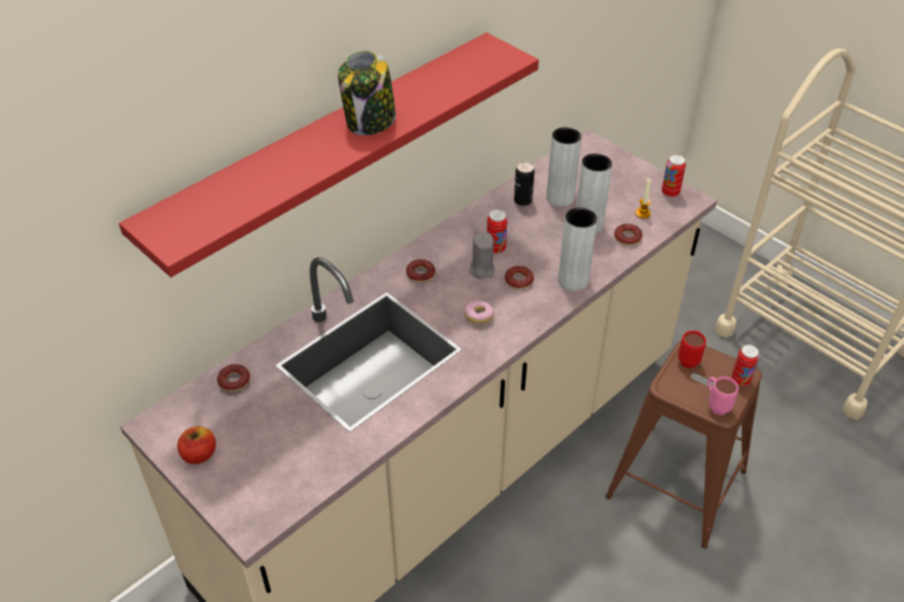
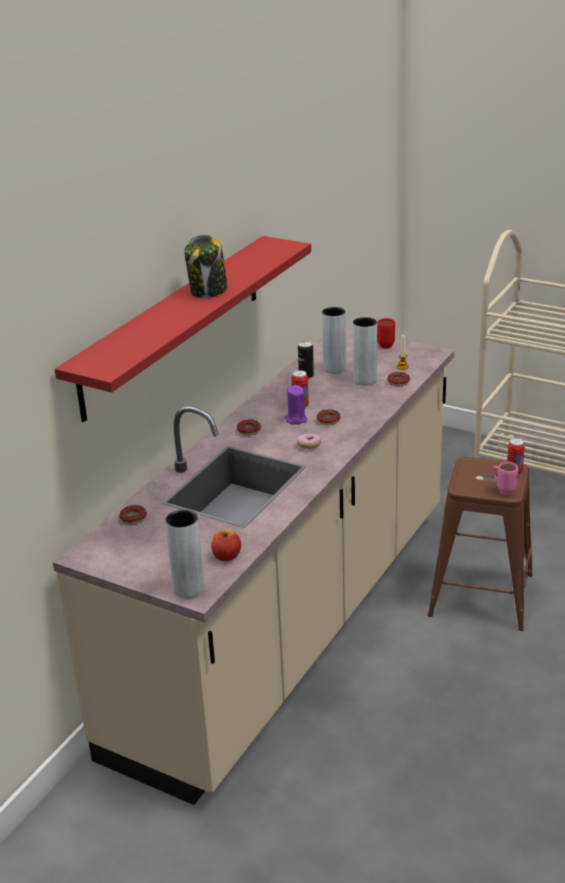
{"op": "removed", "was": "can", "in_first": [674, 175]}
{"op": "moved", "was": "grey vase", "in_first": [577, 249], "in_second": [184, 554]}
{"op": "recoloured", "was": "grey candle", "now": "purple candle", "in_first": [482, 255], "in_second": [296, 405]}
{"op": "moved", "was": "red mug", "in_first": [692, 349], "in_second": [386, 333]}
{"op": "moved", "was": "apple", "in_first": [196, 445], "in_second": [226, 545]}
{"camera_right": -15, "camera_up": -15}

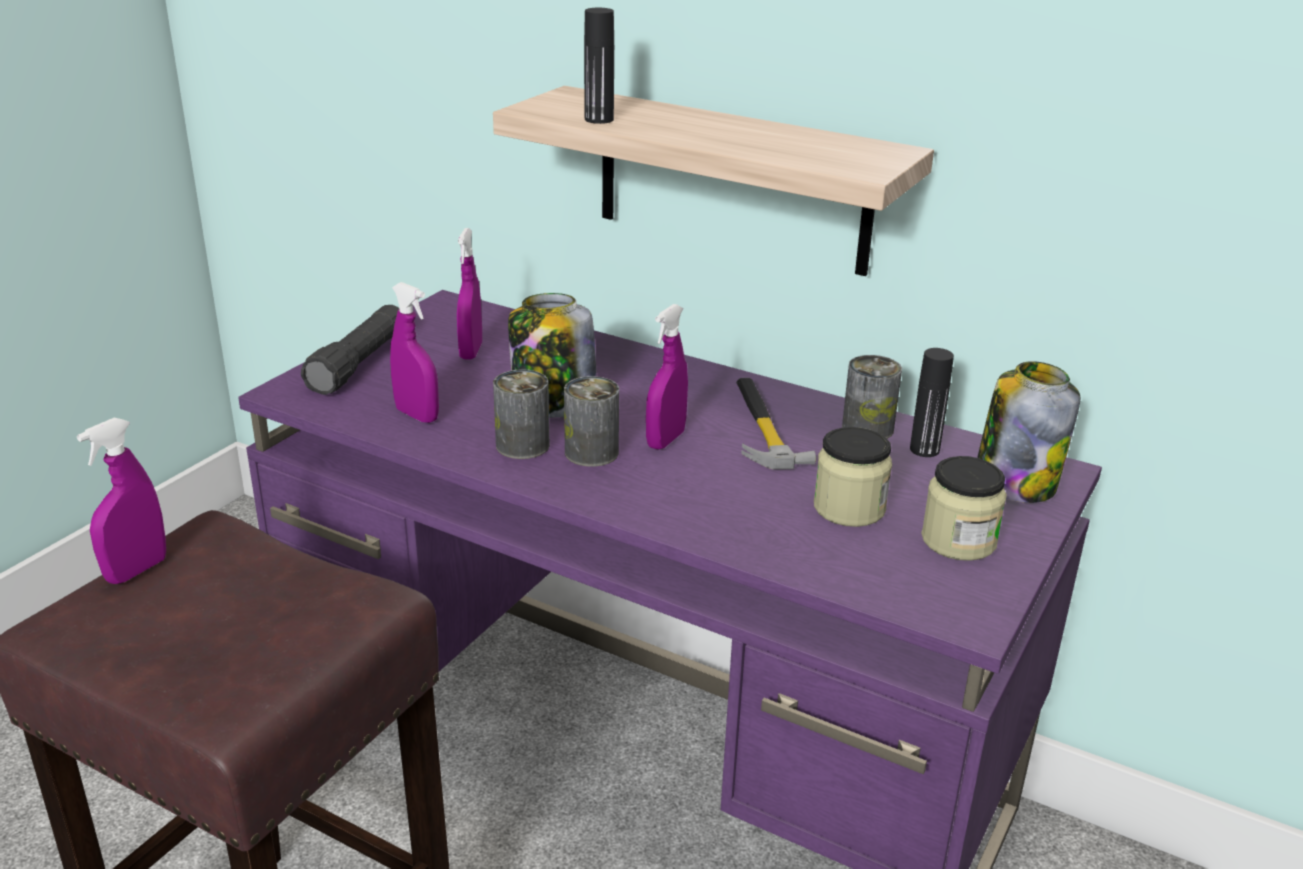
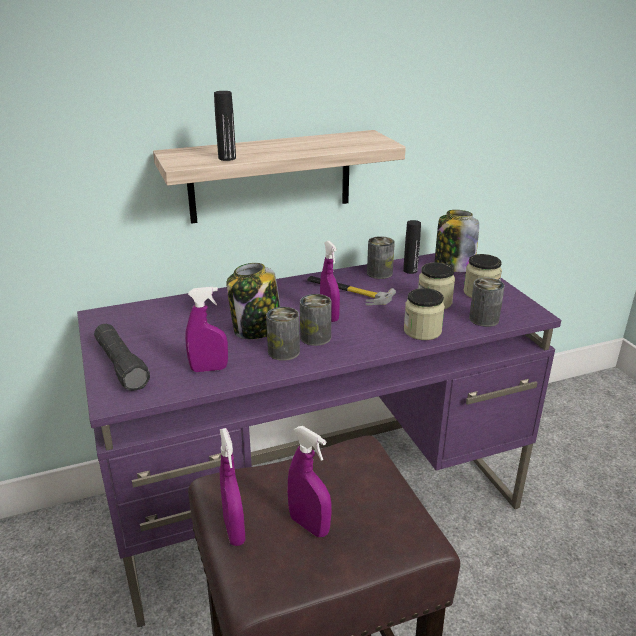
{"op": "moved", "was": "purple spray bottle", "in_first": [469, 294], "in_second": [309, 481]}
{"op": "added", "now": "can", "in_second": [487, 302]}
{"op": "added", "now": "jar", "in_second": [424, 314]}
{"camera_right": -50, "camera_up": 0}

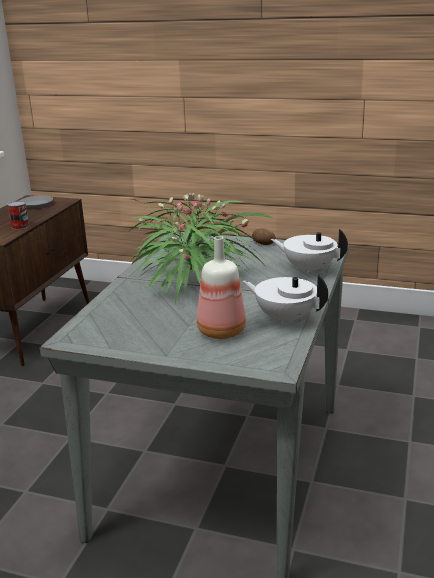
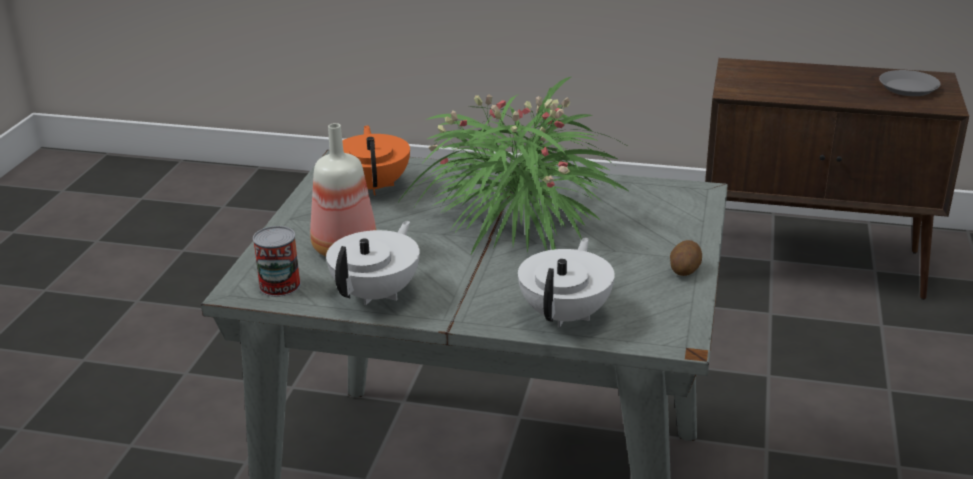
{"op": "moved", "was": "can", "in_first": [18, 215], "in_second": [277, 261]}
{"op": "added", "now": "orange teapot", "in_second": [376, 160]}
{"camera_right": 85, "camera_up": 5}

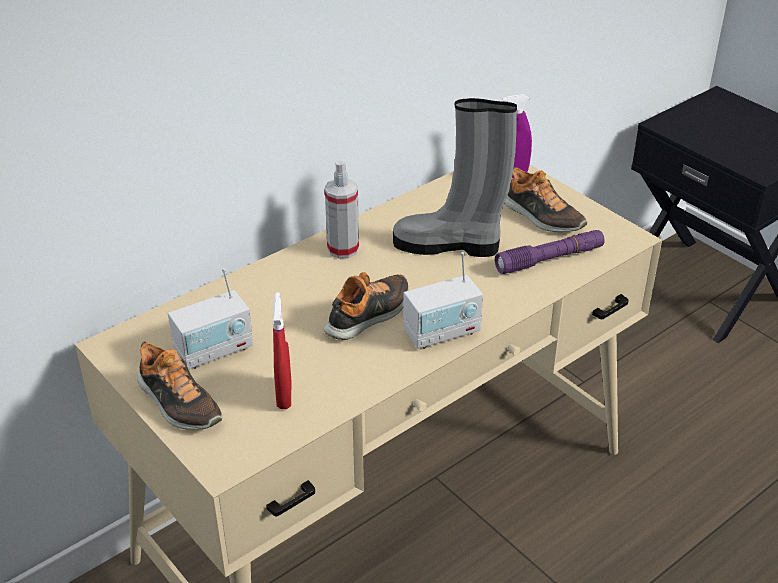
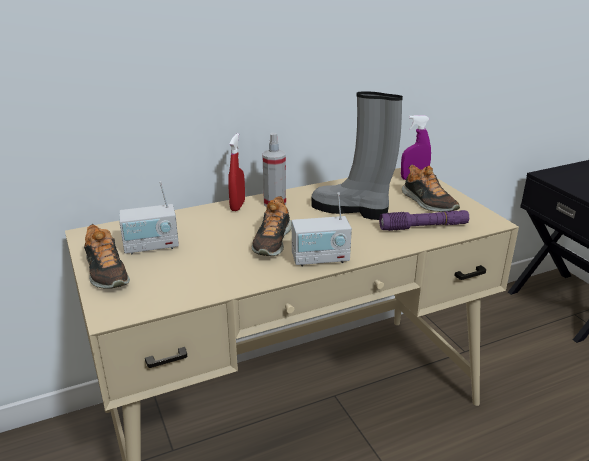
{"op": "turned", "was": "shoe", "in_first": [366, 306], "in_second": [272, 226], "clockwise": 135}
{"op": "moved", "was": "red spray bottle", "in_first": [282, 350], "in_second": [236, 172]}
{"camera_right": 15, "camera_up": -10}

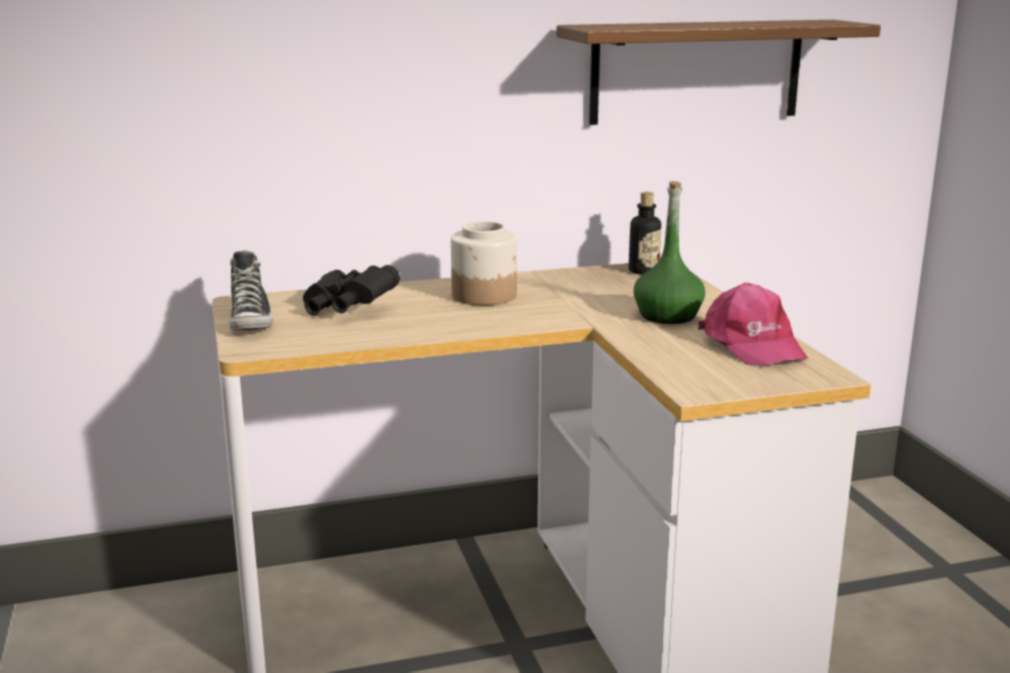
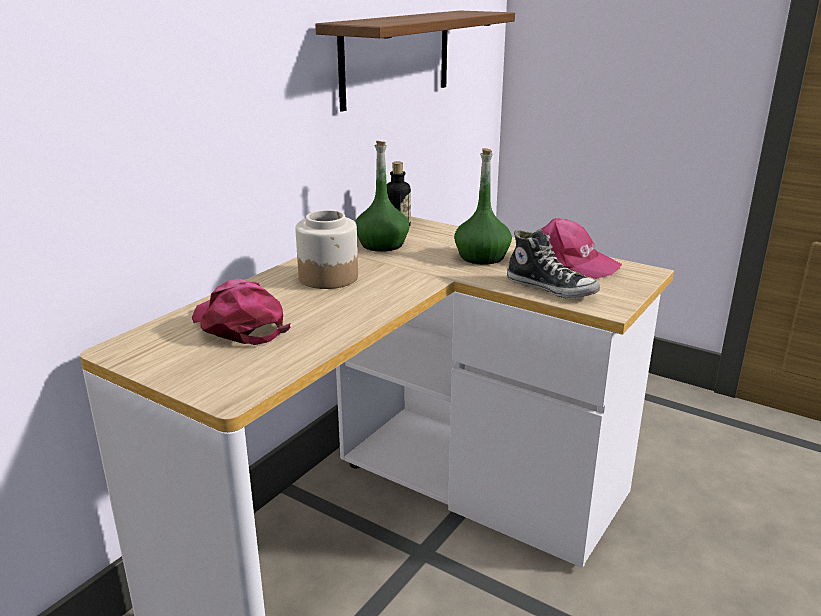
{"op": "moved", "was": "shoe", "in_first": [251, 291], "in_second": [553, 263]}
{"op": "replaced", "was": "black binoculars", "now": "pink cap", "in_first": [351, 290], "in_second": [241, 312]}
{"op": "added", "now": "green bottle", "in_second": [382, 196]}
{"camera_right": -40, "camera_up": 5}

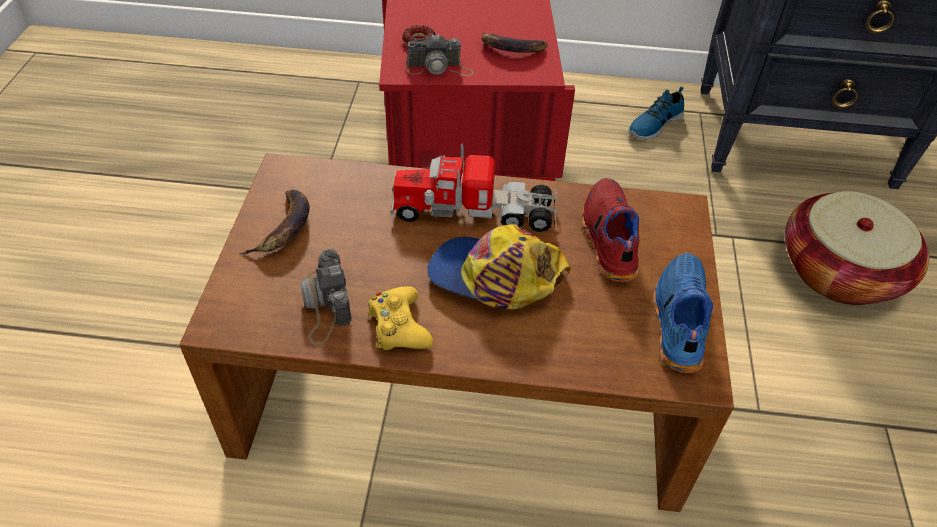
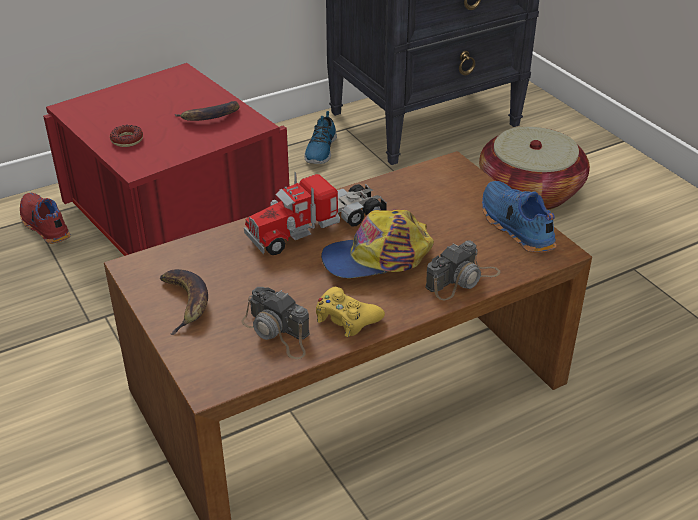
{"op": "moved", "was": "photo camera", "in_first": [440, 55], "in_second": [463, 270]}
{"op": "moved", "was": "red shoe", "in_first": [610, 230], "in_second": [45, 218]}
{"camera_right": -35, "camera_up": -10}

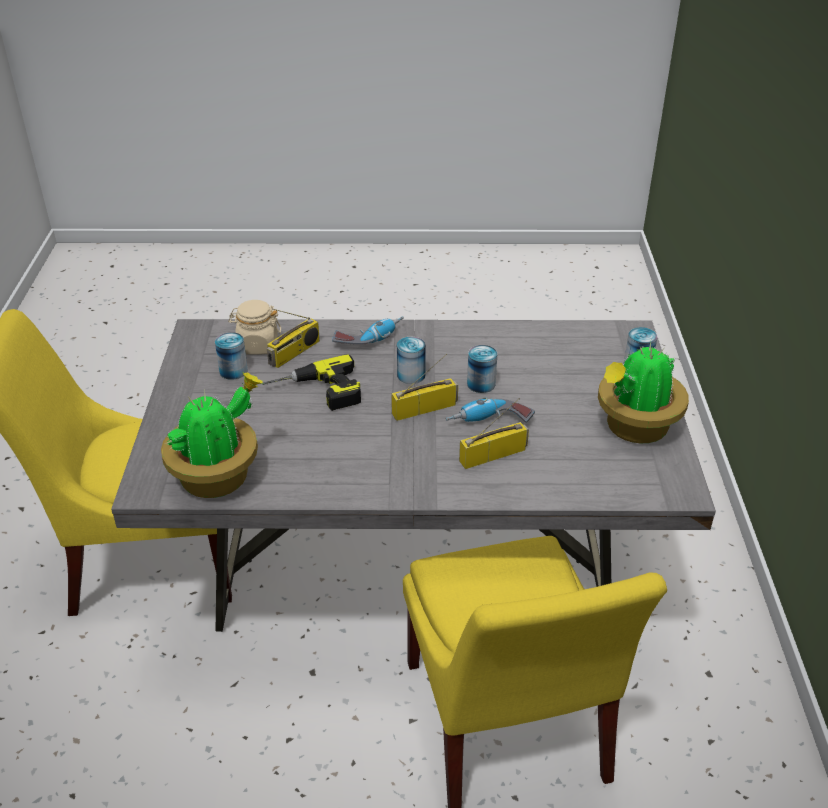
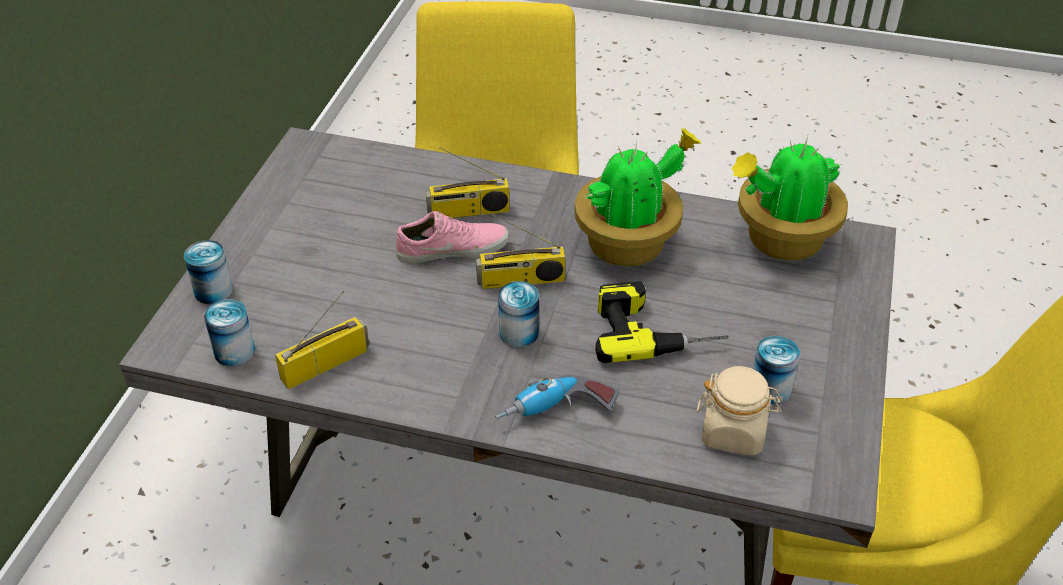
{"op": "moved", "was": "radio", "in_first": [293, 338], "in_second": [322, 340]}
{"op": "moved", "was": "potted plant", "in_first": [643, 392], "in_second": [638, 197]}
{"op": "moved", "was": "can", "in_first": [482, 369], "in_second": [229, 332]}
{"op": "replaced", "was": "power drill", "now": "pink shoe", "in_first": [490, 410], "in_second": [452, 237]}
{"camera_right": -165, "camera_up": 5}

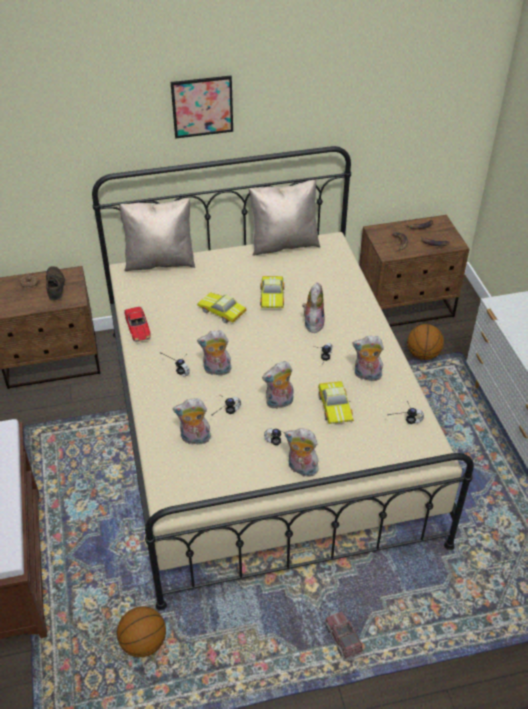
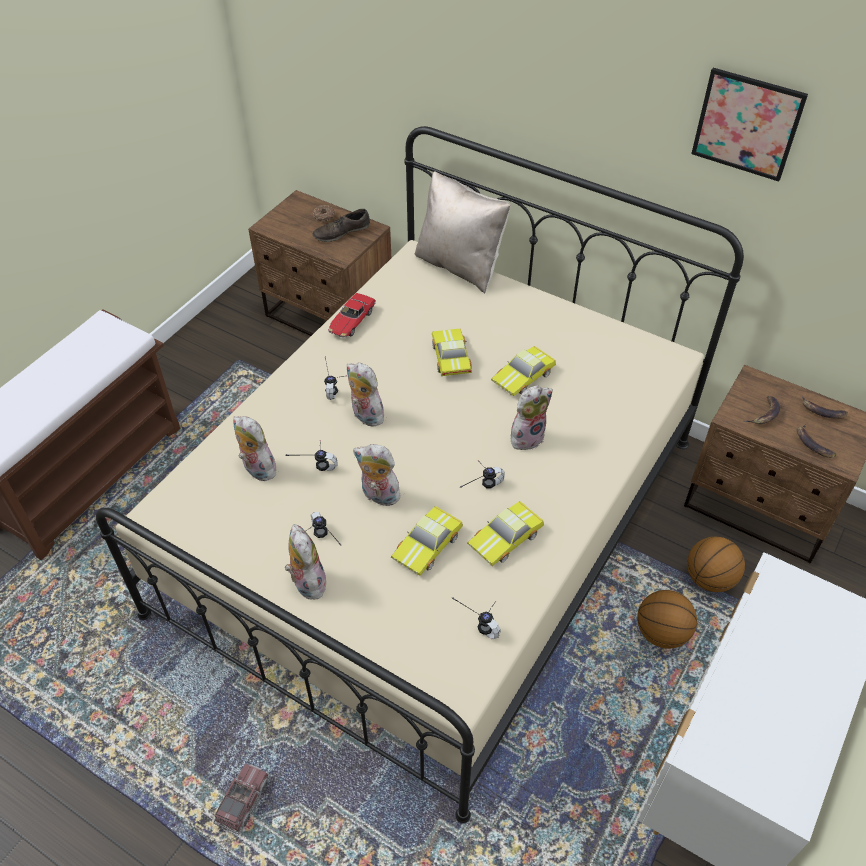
{"op": "moved", "was": "picture", "in_first": [202, 107], "in_second": [749, 125]}
{"op": "removed", "was": "beige pillow", "in_first": [284, 218]}
{"op": "turned", "was": "brown shoe", "in_first": [55, 283], "in_second": [341, 225], "clockwise": -150}
{"op": "replaced", "was": "plush toy", "now": "toy car", "in_first": [368, 358], "in_second": [505, 533]}
{"op": "moved", "was": "basketball", "in_first": [141, 631], "in_second": [667, 619]}
{"camera_right": 45, "camera_up": 5}

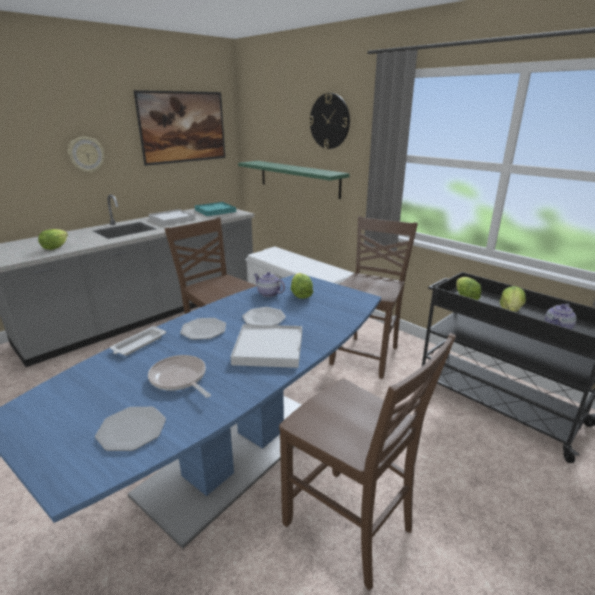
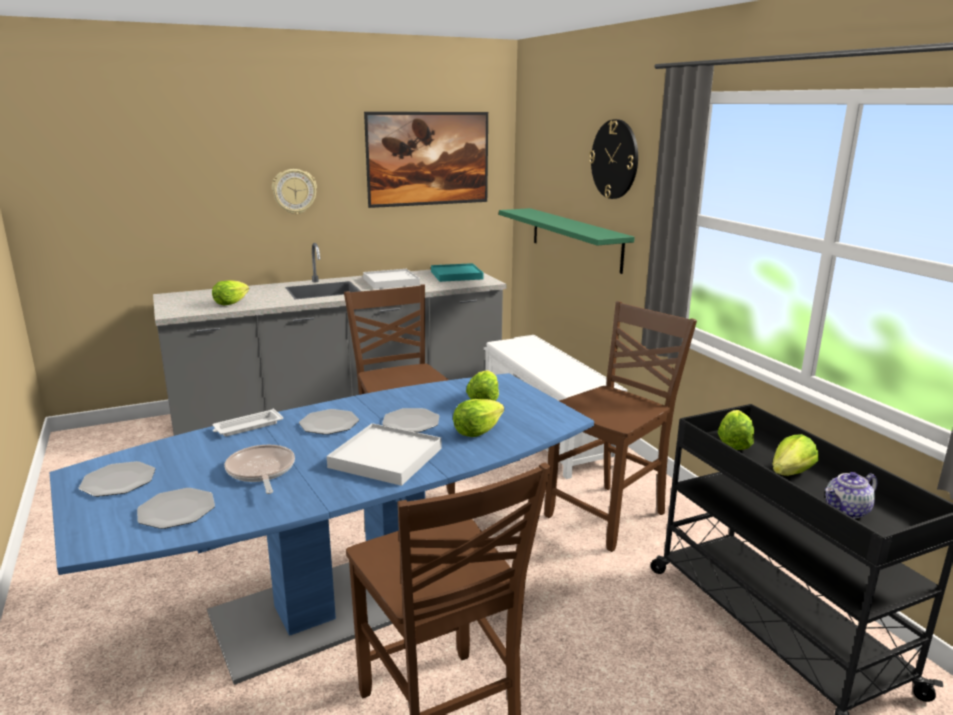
{"op": "removed", "was": "teapot", "in_first": [269, 284]}
{"op": "added", "now": "lettuce", "in_second": [478, 418]}
{"op": "added", "now": "plate", "in_second": [117, 479]}
{"camera_right": 20, "camera_up": -5}

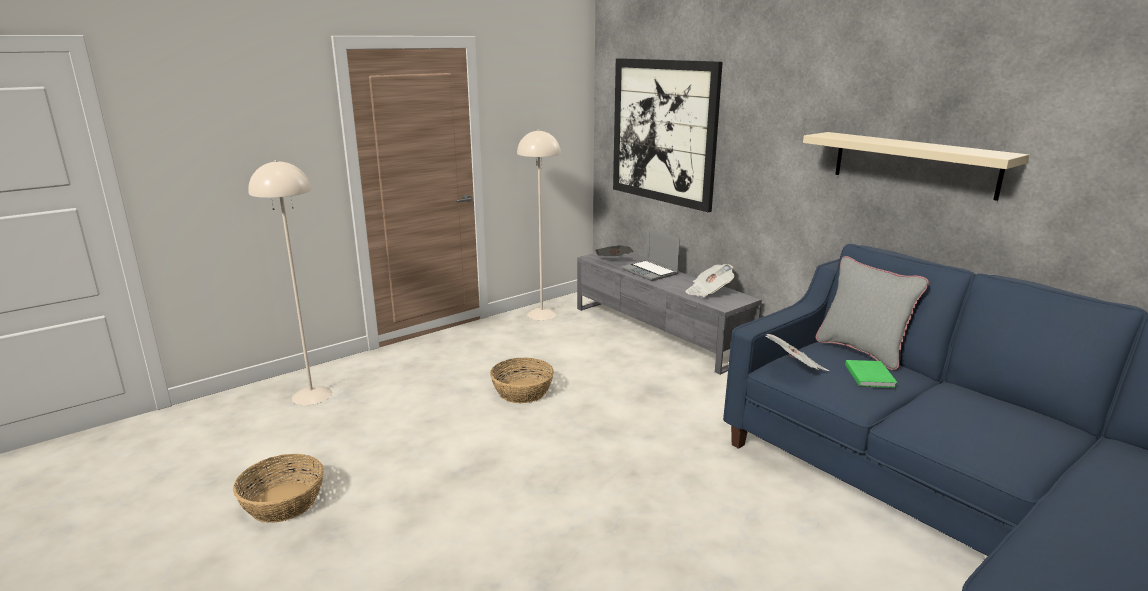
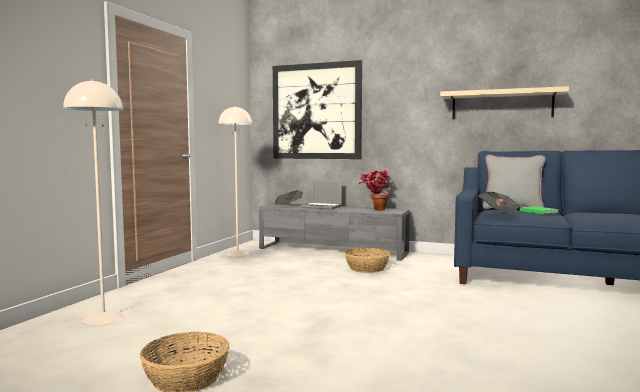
{"op": "replaced", "was": "newspaper", "now": "potted plant", "in_first": [710, 280], "in_second": [374, 190]}
{"op": "moved", "was": "basket", "in_first": [522, 380], "in_second": [367, 260]}
{"camera_right": -30, "camera_up": -15}

